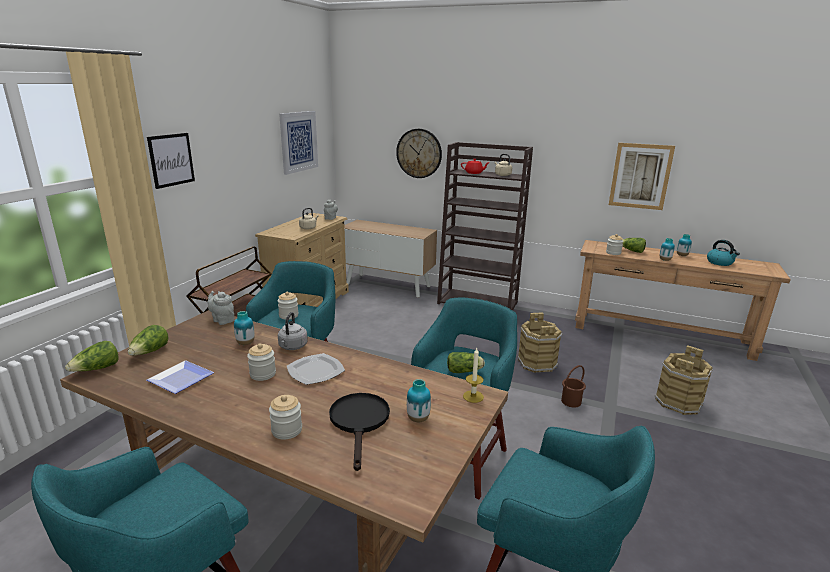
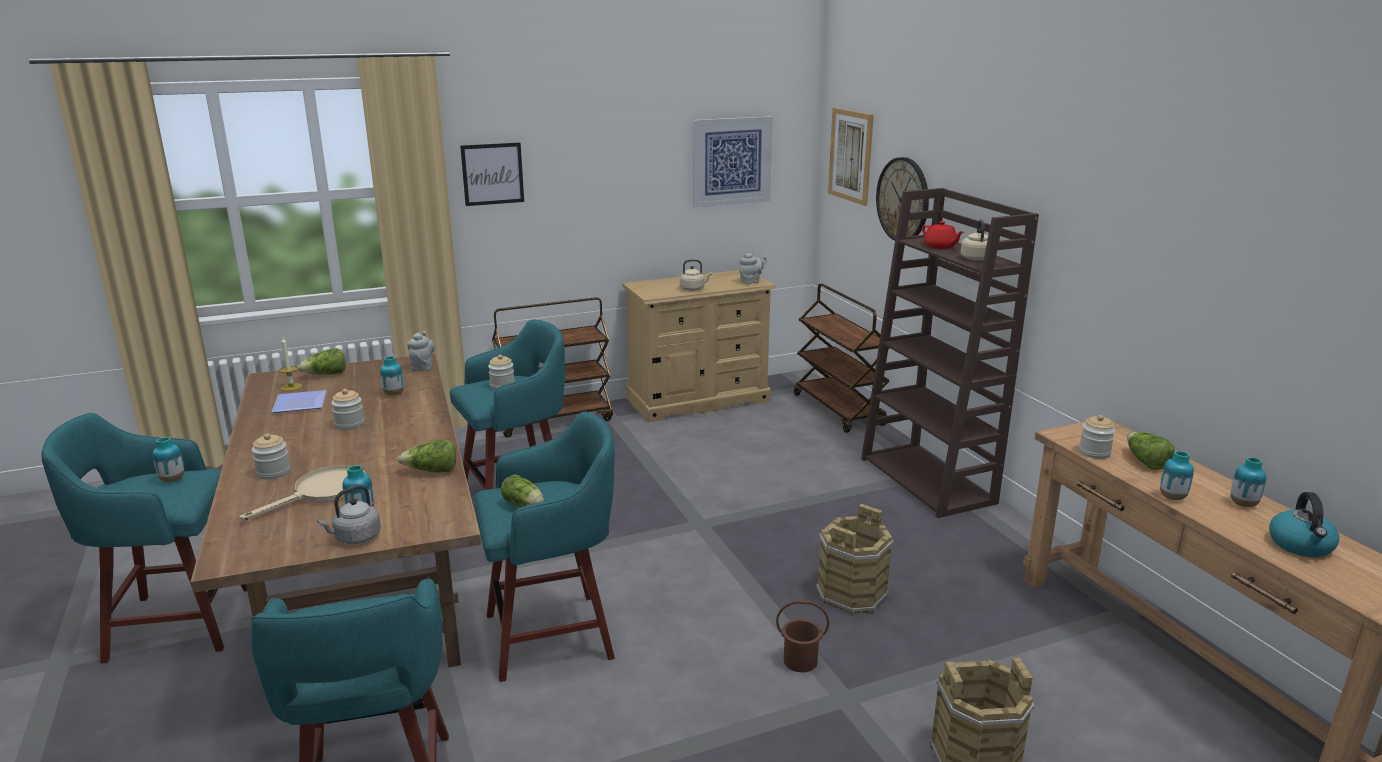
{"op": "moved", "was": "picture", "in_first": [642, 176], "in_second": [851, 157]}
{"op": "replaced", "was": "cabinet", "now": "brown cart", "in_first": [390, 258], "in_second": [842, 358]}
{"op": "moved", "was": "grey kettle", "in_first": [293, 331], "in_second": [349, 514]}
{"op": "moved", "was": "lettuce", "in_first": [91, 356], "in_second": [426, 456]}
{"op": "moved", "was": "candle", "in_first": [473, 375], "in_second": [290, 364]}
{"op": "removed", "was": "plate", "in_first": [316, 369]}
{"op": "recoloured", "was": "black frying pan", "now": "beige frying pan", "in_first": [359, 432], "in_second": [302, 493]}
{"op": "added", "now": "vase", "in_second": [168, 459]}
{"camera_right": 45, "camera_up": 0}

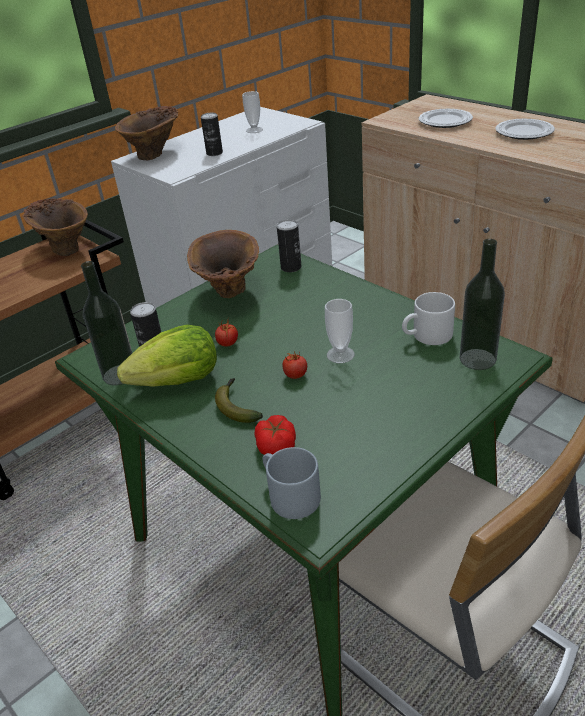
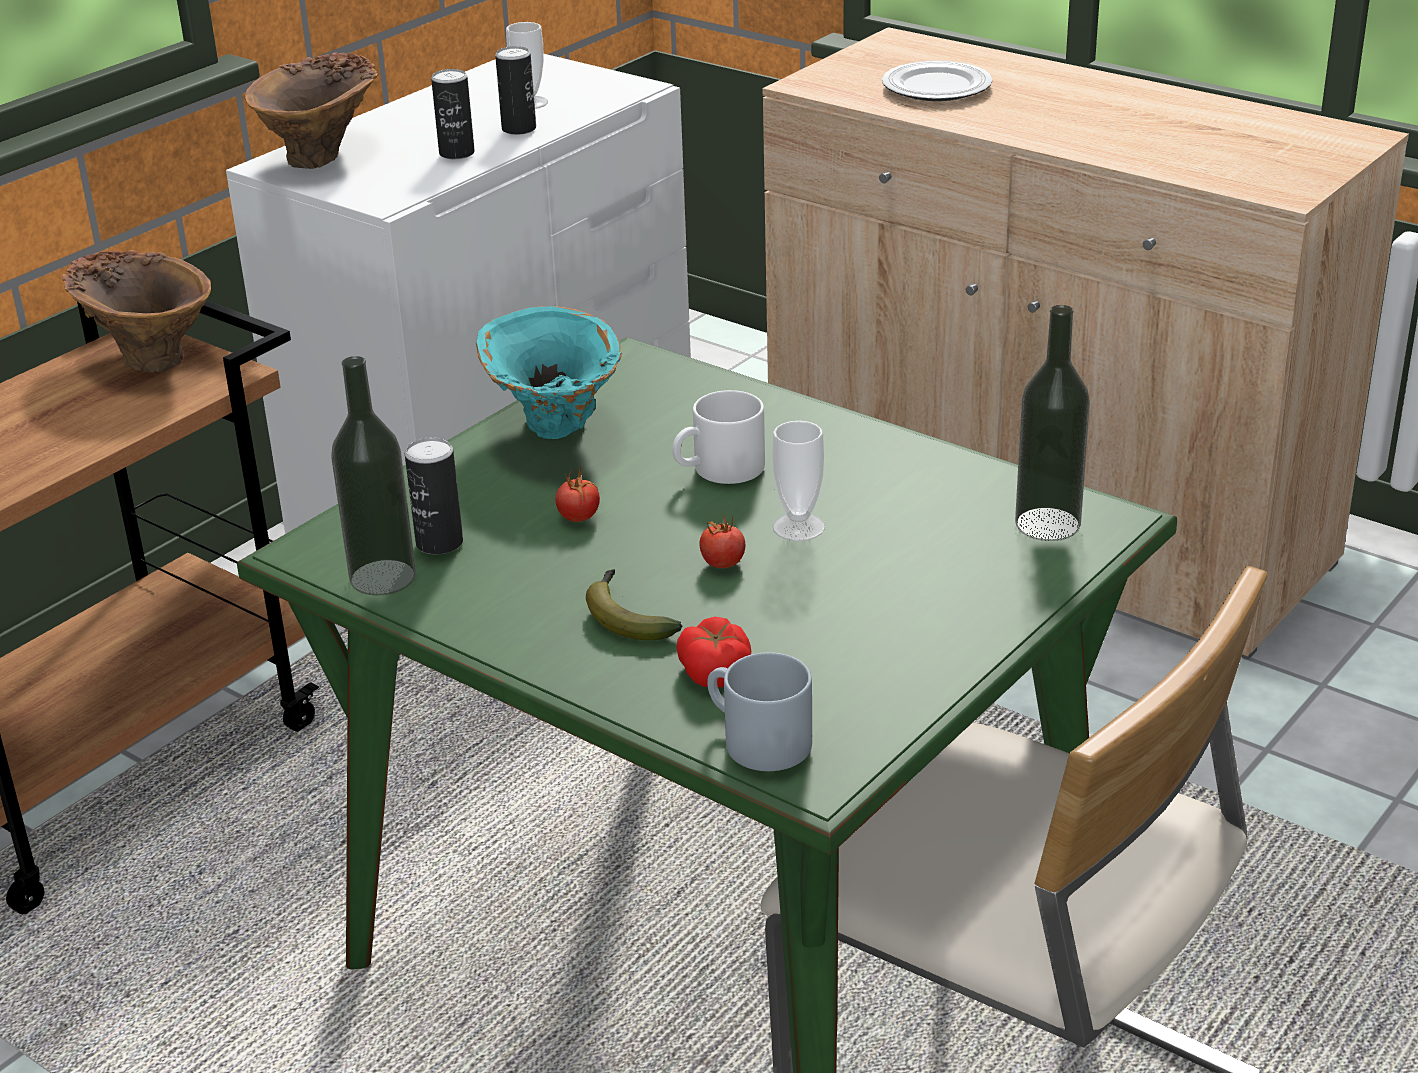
{"op": "removed", "was": "plate", "in_first": [525, 129]}
{"op": "moved", "was": "can", "in_first": [289, 246], "in_second": [515, 90]}
{"op": "recoloured", "was": "brown vase", "now": "turquoise vase", "in_first": [223, 264], "in_second": [549, 372]}
{"op": "moved", "was": "white mug", "in_first": [428, 318], "in_second": [718, 437]}
{"op": "removed", "was": "lettuce", "in_first": [167, 356]}
{"camera_right": -10, "camera_up": -5}

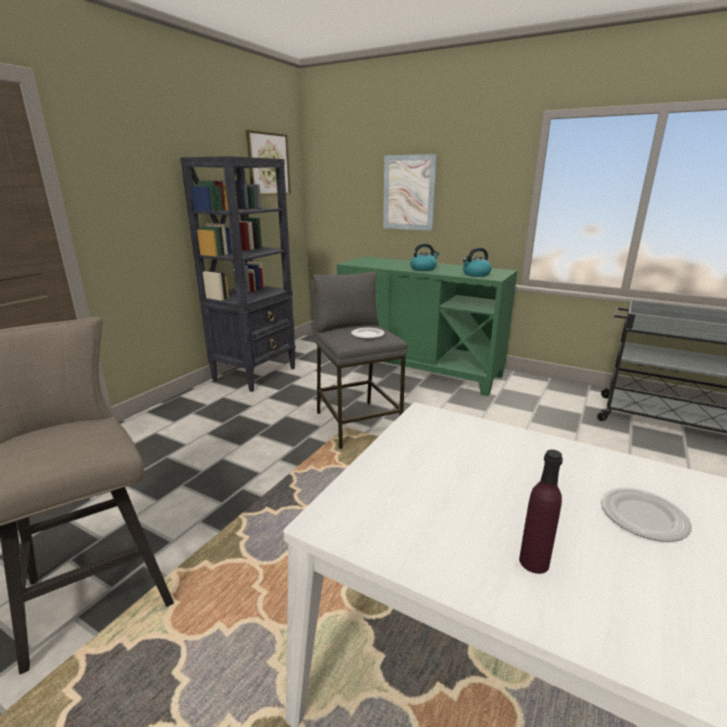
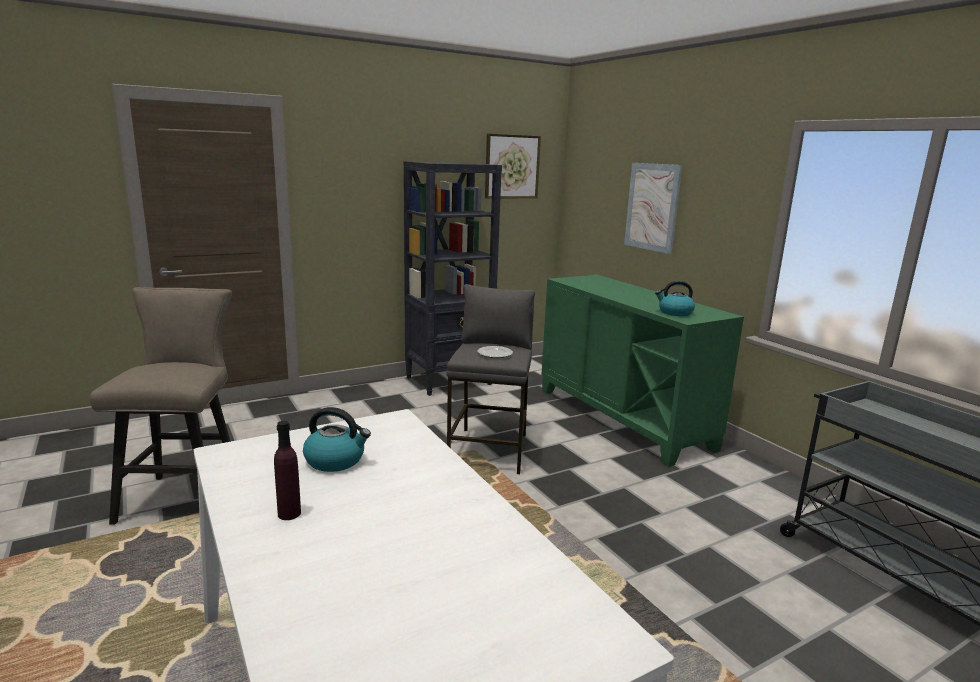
{"op": "moved", "was": "kettle", "in_first": [424, 257], "in_second": [337, 439]}
{"op": "removed", "was": "plate", "in_first": [646, 515]}
{"camera_right": 30, "camera_up": -5}

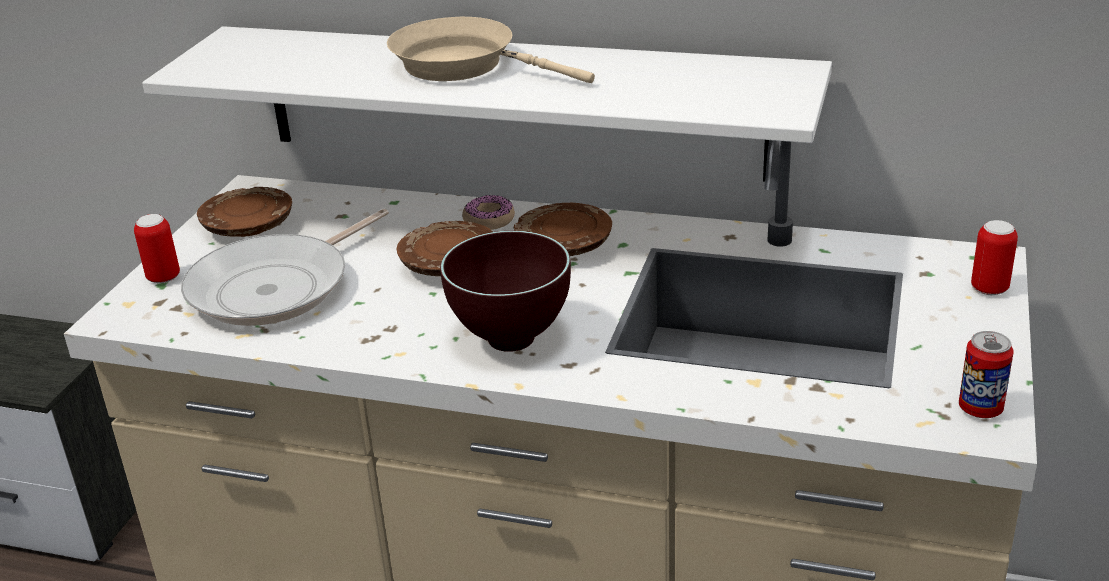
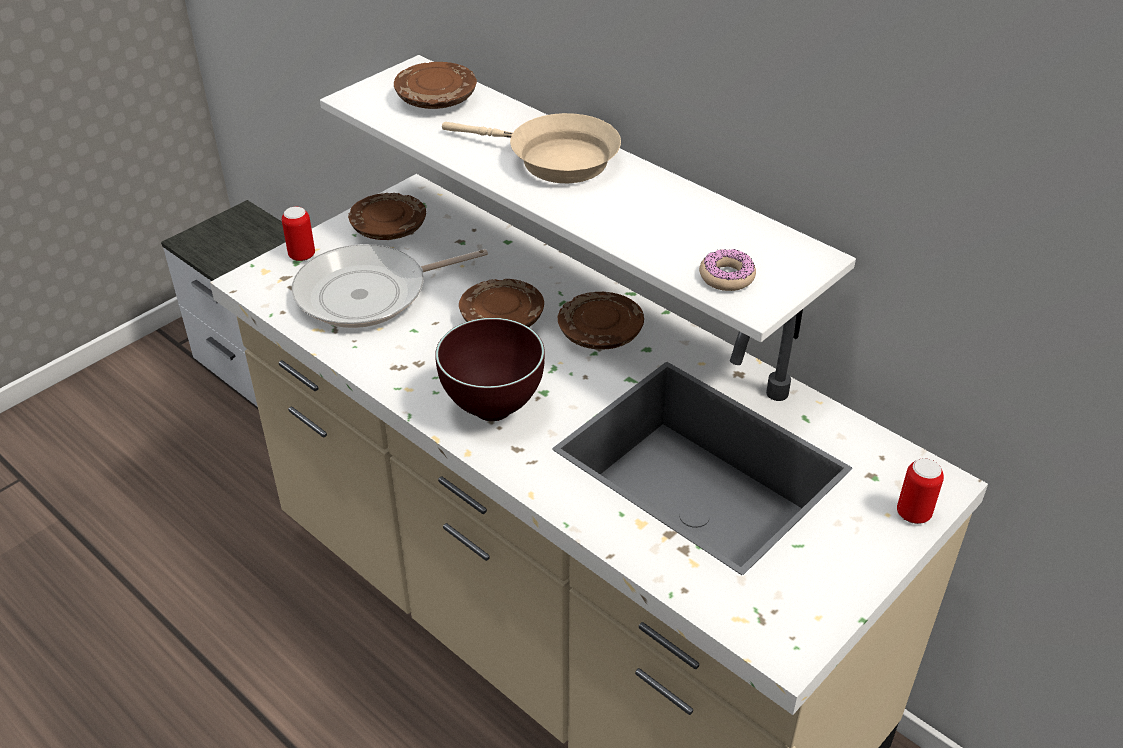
{"op": "turned", "was": "beige frying pan", "in_first": [491, 50], "in_second": [531, 148], "clockwise": 150}
{"op": "moved", "was": "donut", "in_first": [488, 212], "in_second": [727, 270]}
{"op": "removed", "was": "can", "in_first": [986, 374]}
{"op": "added", "now": "brown plate", "in_second": [435, 85]}
{"camera_right": 25, "camera_up": 10}

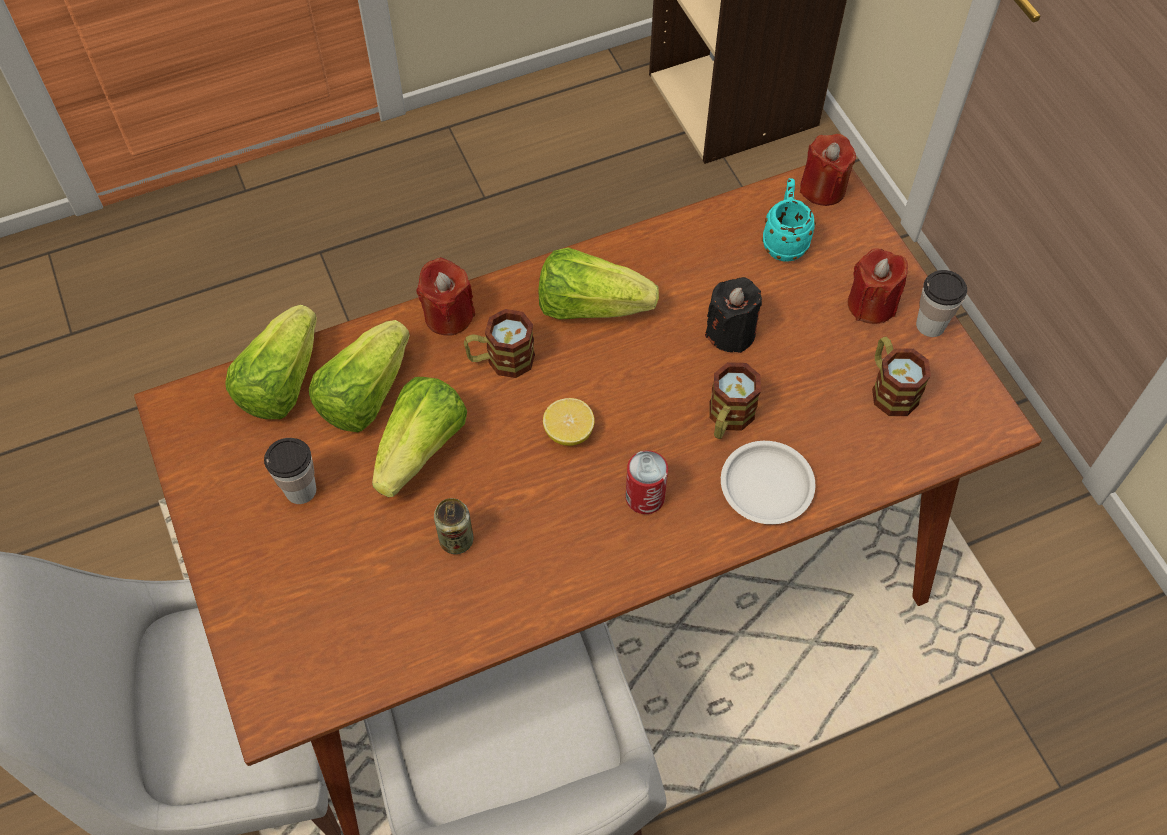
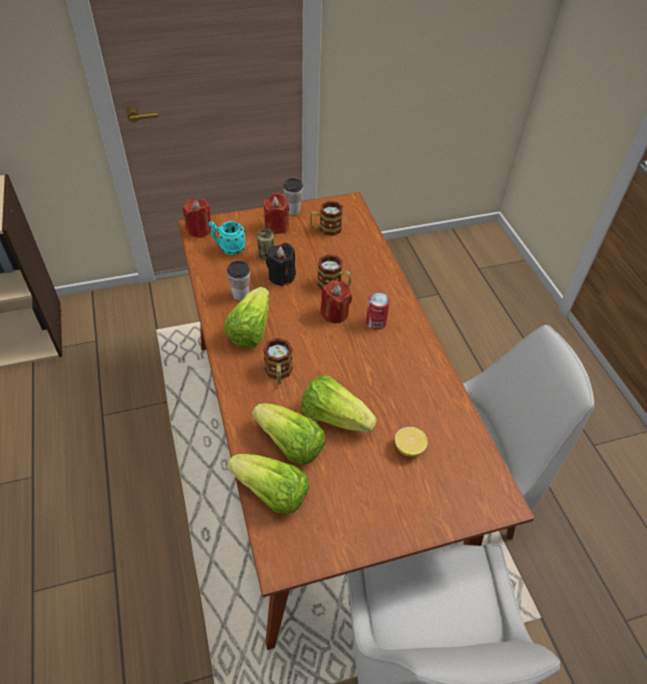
{"op": "moved", "was": "red candle", "in_first": [445, 296], "in_second": [336, 301]}
{"op": "moved", "was": "lemon", "in_first": [569, 422], "in_second": [411, 442]}
{"op": "moved", "was": "cup", "in_first": [290, 471], "in_second": [238, 280]}
{"op": "removed", "was": "white plate", "in_first": [768, 482]}
{"op": "moved", "was": "can", "in_first": [453, 526], "in_second": [265, 244]}
{"camera_right": -85, "camera_up": -10}

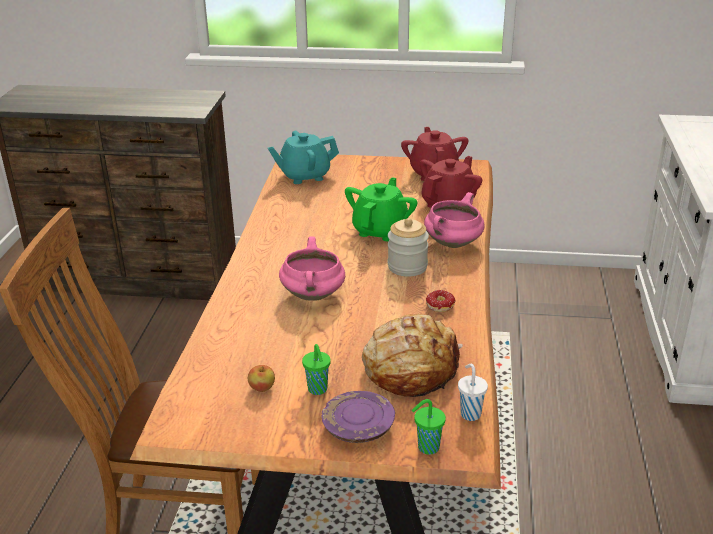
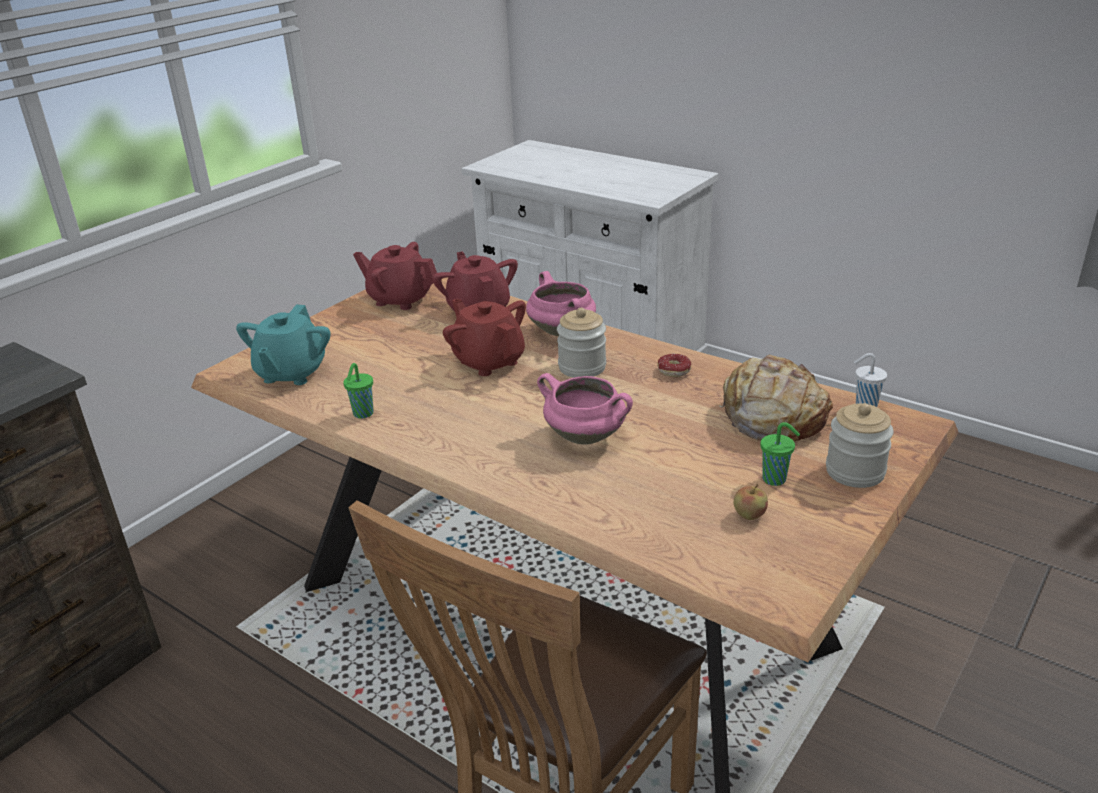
{"op": "recoloured", "was": "green teapot", "now": "red teapot", "in_first": [381, 209], "in_second": [484, 337]}
{"op": "replaced", "was": "purple plate", "now": "jar", "in_first": [358, 417], "in_second": [860, 445]}
{"op": "moved", "was": "green cup", "in_first": [429, 427], "in_second": [358, 391]}
{"camera_right": -60, "camera_up": 0}

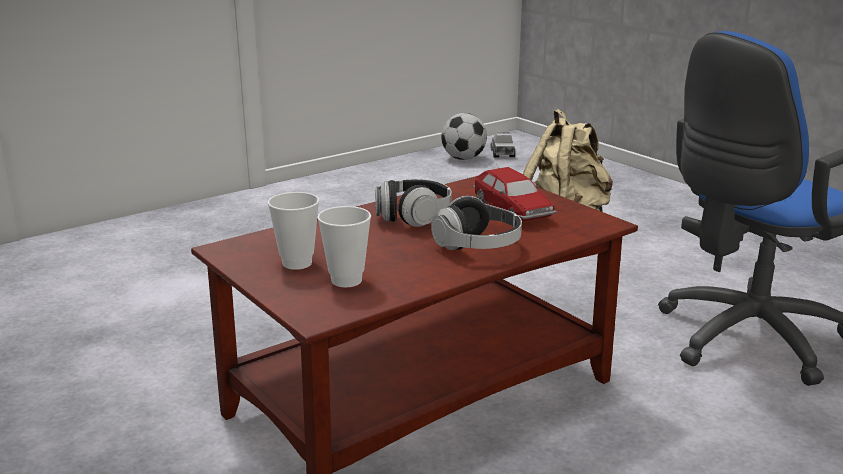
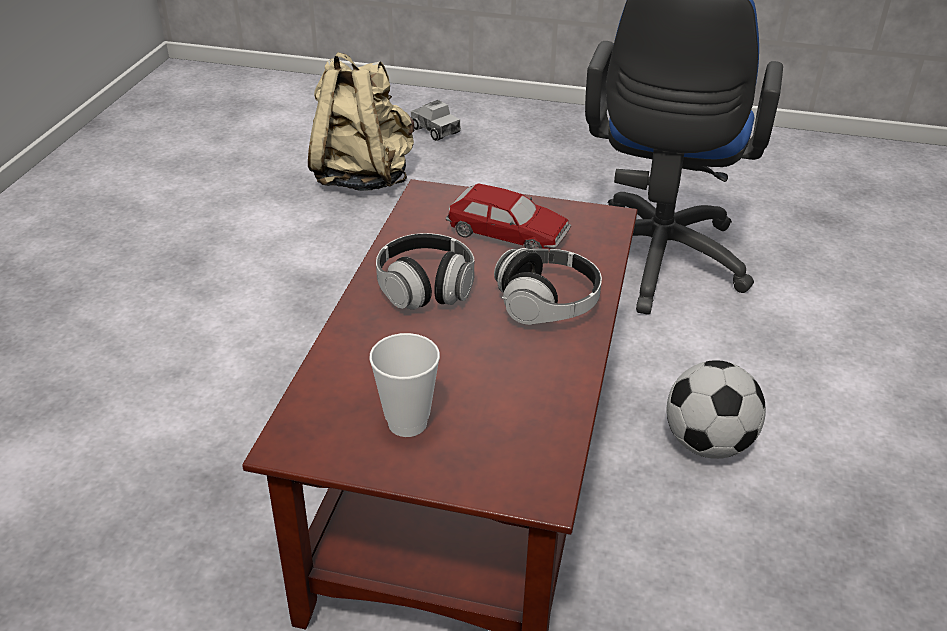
{"op": "moved", "was": "football", "in_first": [464, 136], "in_second": [716, 409]}
{"op": "moved", "was": "toy truck", "in_first": [503, 144], "in_second": [436, 120]}
{"op": "removed", "was": "cup", "in_first": [344, 246]}
{"camera_right": -40, "camera_up": 15}

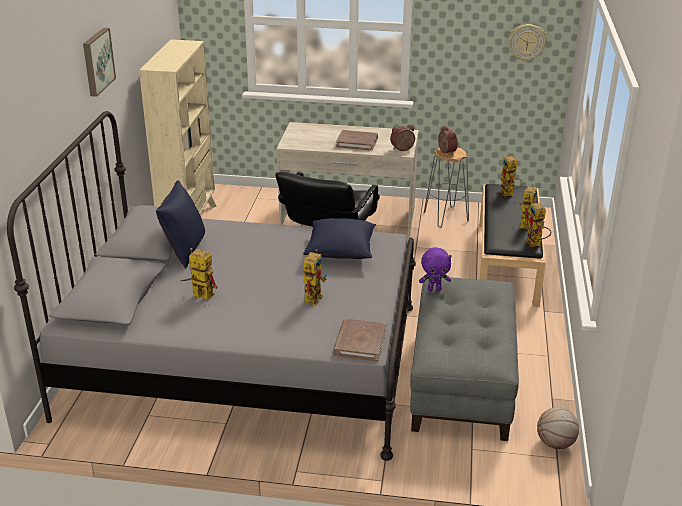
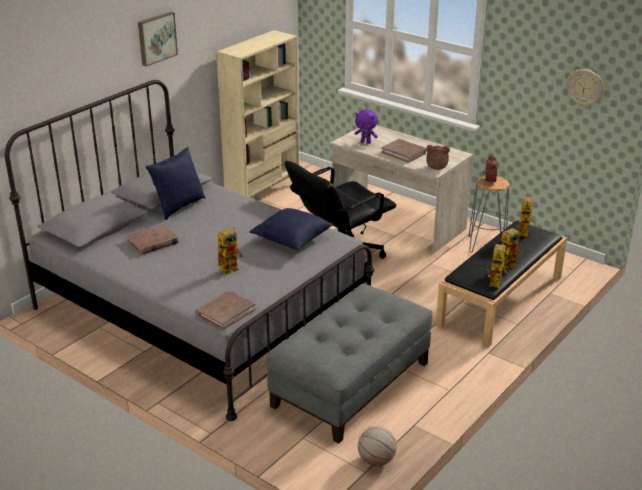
{"op": "moved", "was": "purple plush toy", "in_first": [435, 269], "in_second": [366, 126]}
{"op": "replaced", "was": "toy robot", "now": "brown book", "in_first": [199, 274], "in_second": [152, 239]}
{"camera_right": 30, "camera_up": 0}

